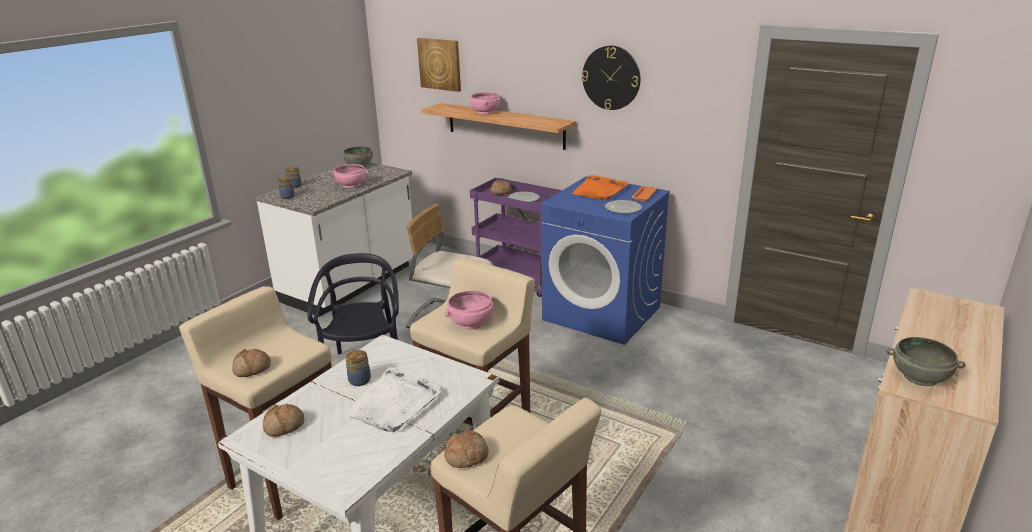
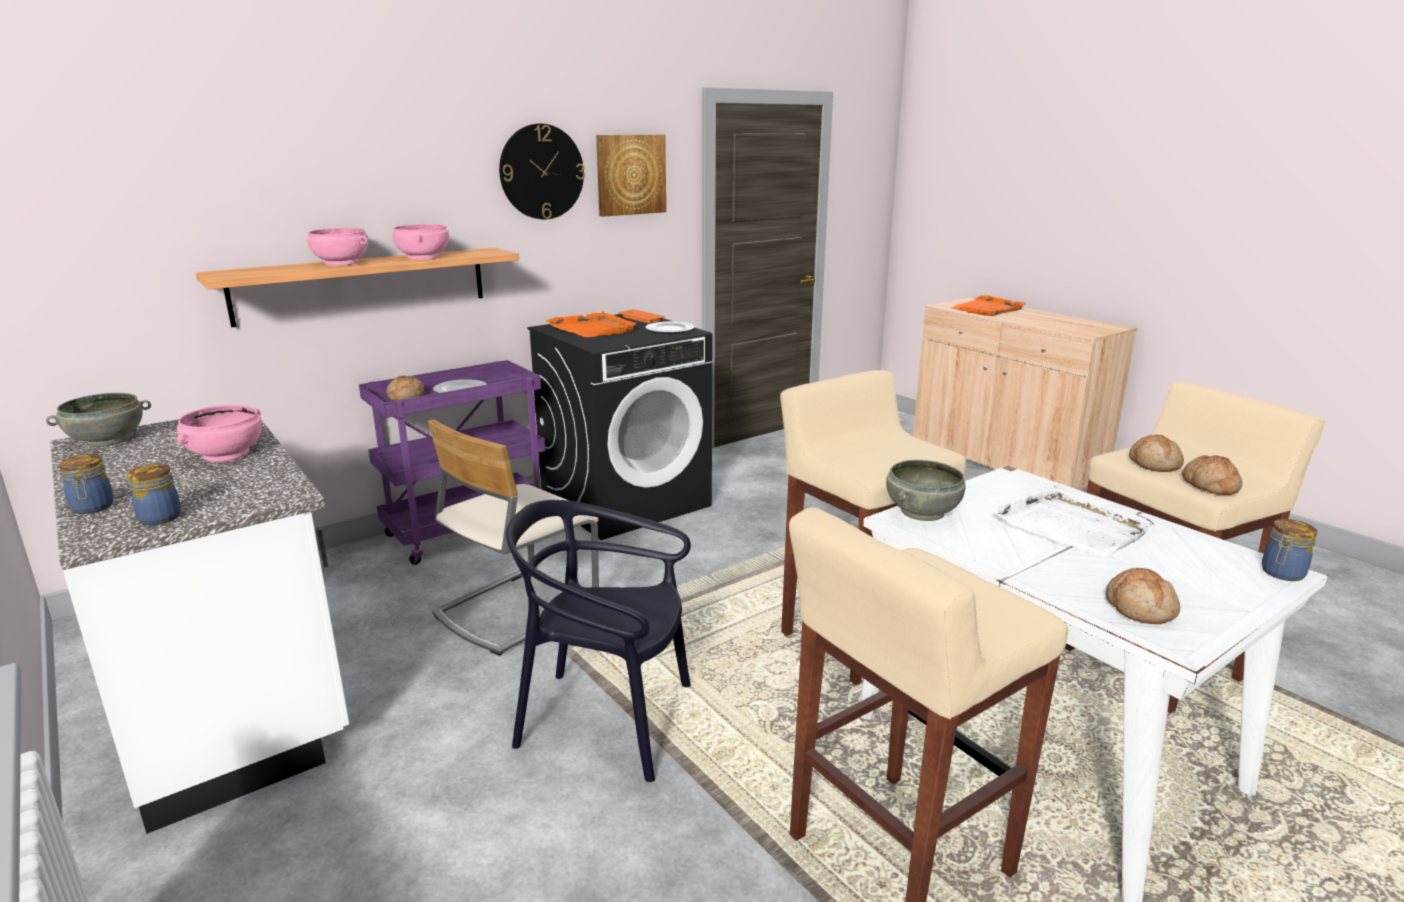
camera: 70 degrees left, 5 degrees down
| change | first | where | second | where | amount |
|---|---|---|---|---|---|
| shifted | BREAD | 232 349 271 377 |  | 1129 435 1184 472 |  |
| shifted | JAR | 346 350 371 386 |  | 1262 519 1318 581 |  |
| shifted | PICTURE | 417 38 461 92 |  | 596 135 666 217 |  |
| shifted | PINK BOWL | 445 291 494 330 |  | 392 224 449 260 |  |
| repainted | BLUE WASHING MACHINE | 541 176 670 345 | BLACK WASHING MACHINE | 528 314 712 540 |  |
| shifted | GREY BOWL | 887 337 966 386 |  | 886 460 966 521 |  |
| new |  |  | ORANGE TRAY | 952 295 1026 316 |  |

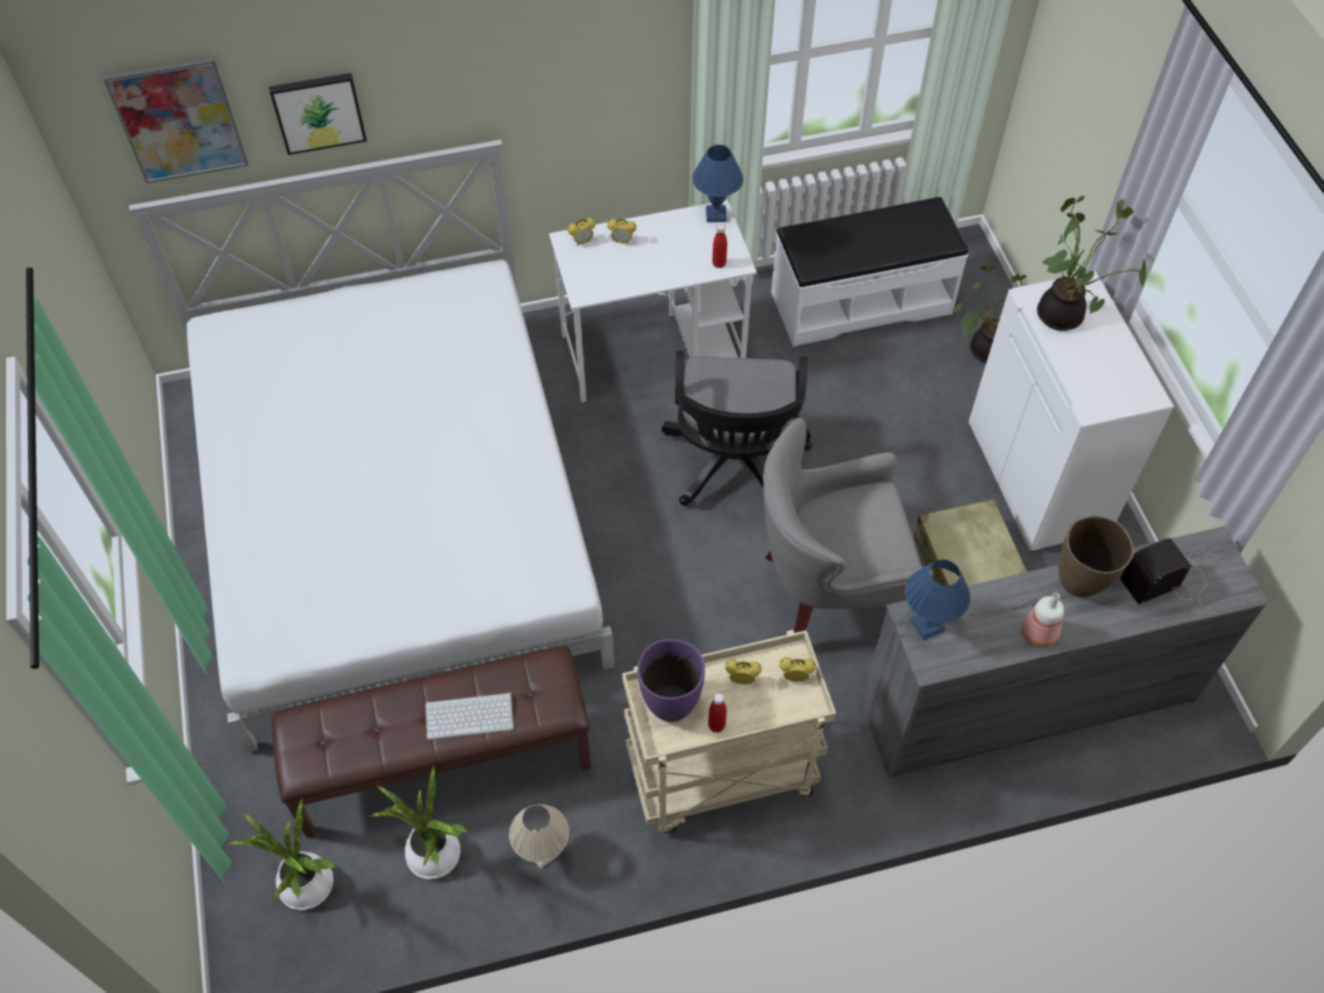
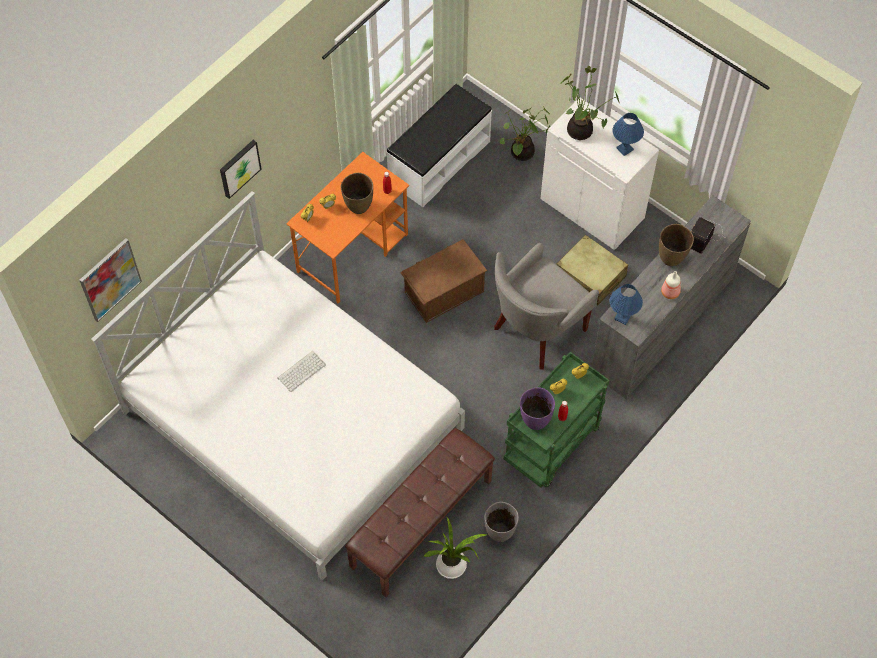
camera: 35 degrees left, 5 degrees up
| change | first | where | second | where | amount |
|---|---|---|---|---|---|
| gone | POTTED PLANT | 228 799 336 910 |  |  |  |
| shifted | PICTURE | 269 73 367 155 |  | 220 140 261 199 |  |
| shifted | KEYBOARD | 425 693 514 739 |  | 278 351 326 392 |  |
| swapped | BEIGE TABLE LAMP | 509 804 569 869 | GREY VASE | 485 502 519 542 |  |
| repainted | WHITE DESK | 549 200 757 402 | ORANGE DESK | 286 152 409 303 |  |
| repainted | BEIGE CART | 622 630 836 833 | GREEN CART | 504 352 610 488 |  |
| swapped | BLACK OFFICE CHAIR | 661 351 812 506 | BROWN STORAGE BOX | 400 239 487 323 |  |
| shifted | BLUE TABLE LAMP | 692 145 743 222 |  | 612 113 644 156 |  |
| new |  |  | BROWN VASE | 341 173 373 214 |  |

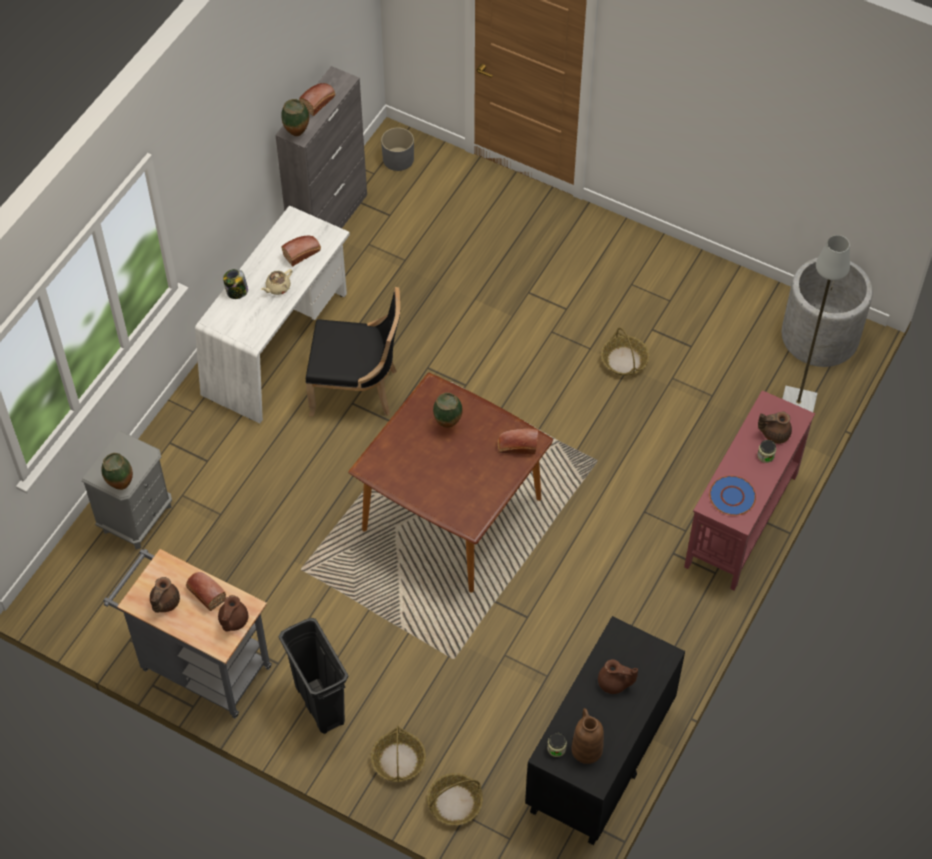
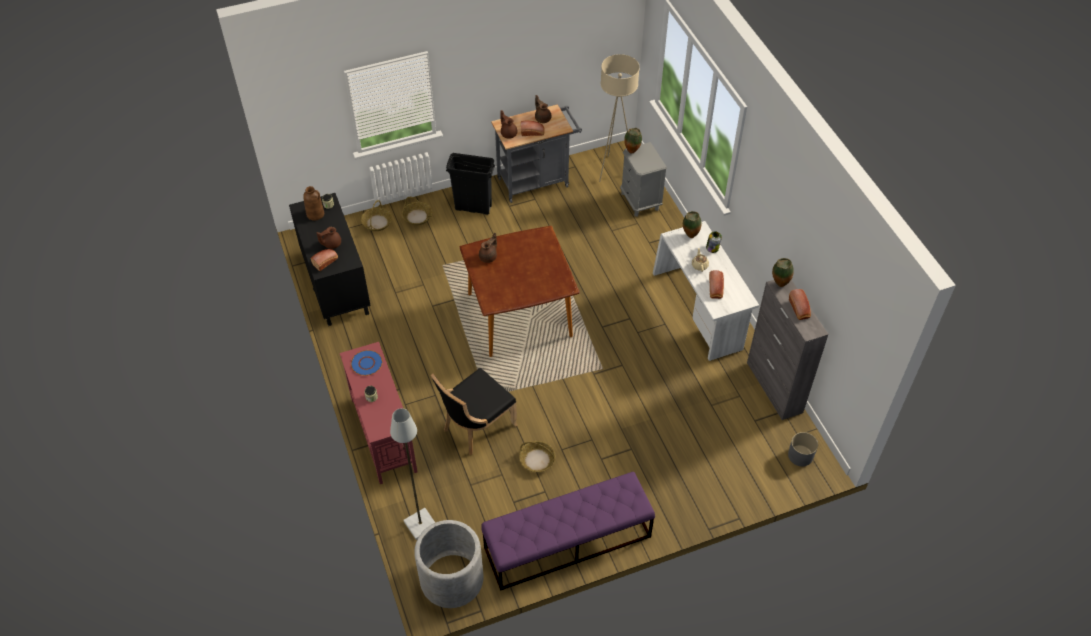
camera: 130 degrees right, 5 degrees down
| change | first | where | second | where | amount |
|---|---|---|---|---|---|
| shifted | BLACK CHAIR | 306 287 400 416 |  | 431 368 517 455 |  |
| shifted | VASE | 433 393 463 428 |  | 683 211 702 238 |  |
| shifted | BREAD | 498 429 538 454 |  | 310 249 338 271 |  |
| shifted | BROWN TEAPOT | 758 411 792 444 |  | 479 233 497 263 |  |
| new |  |  | PURPLE BENCH | 481 472 655 591 |  |
| new |  |  | BEIGE FLOOR LAMP | 599 54 640 182 |  |

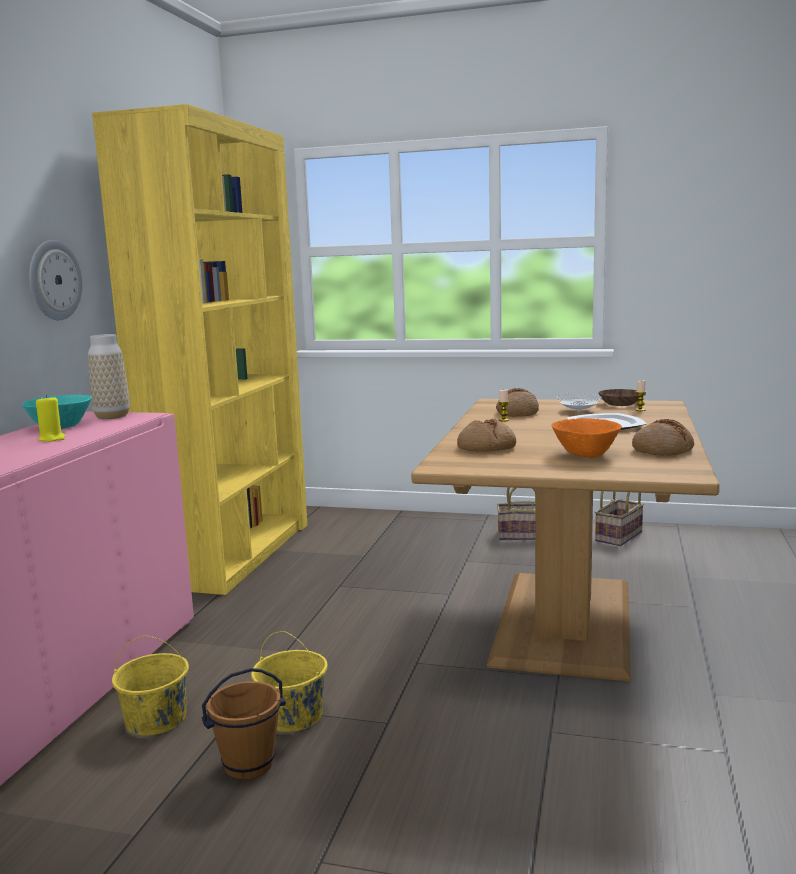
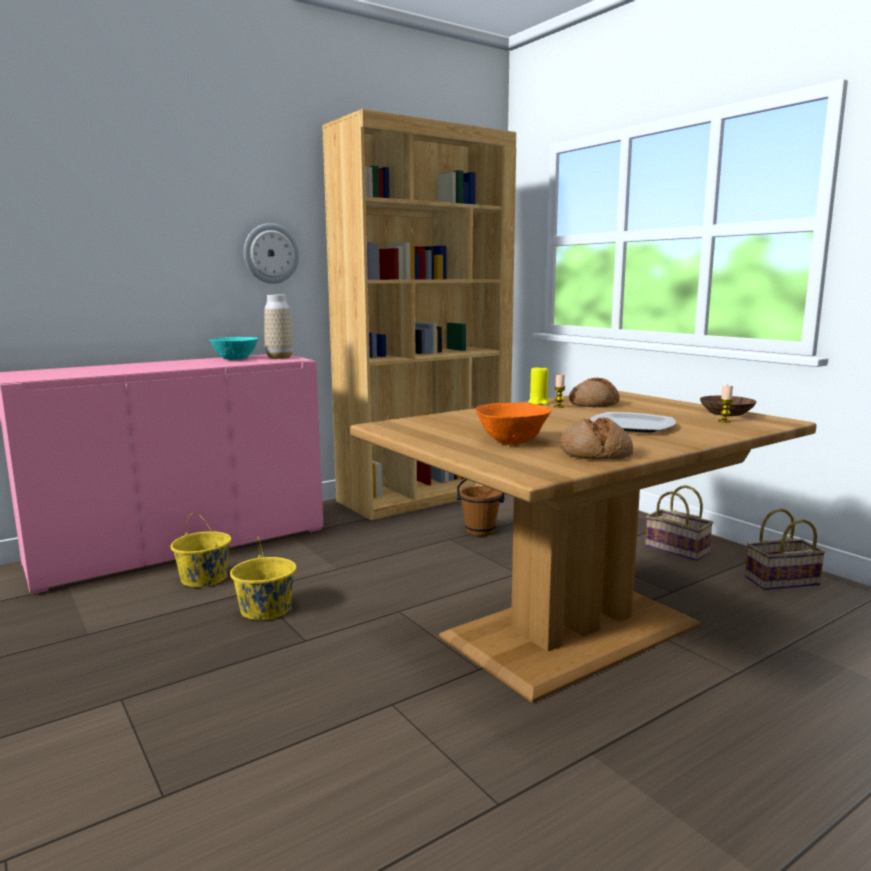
camera: 40 degrees right, 0 degrees up
| change | first | where | second | where | amount |
|---|---|---|---|---|---|
| shifted | YELLOW CANDLE | 36 395 65 442 |  | 528 365 550 405 |  |
| repainted | YELLOW BOOKCASE | 92 104 308 595 | BROWN BOOKCASE | 322 109 516 520 |  |
| shifted | BROWN BUCKET | 202 668 286 780 |  | 457 479 505 536 |  |
| gone | BREAD | 457 419 516 452 |  |  |  |
| gone | WHITE PLATE | 557 393 601 411 |  |  |  |

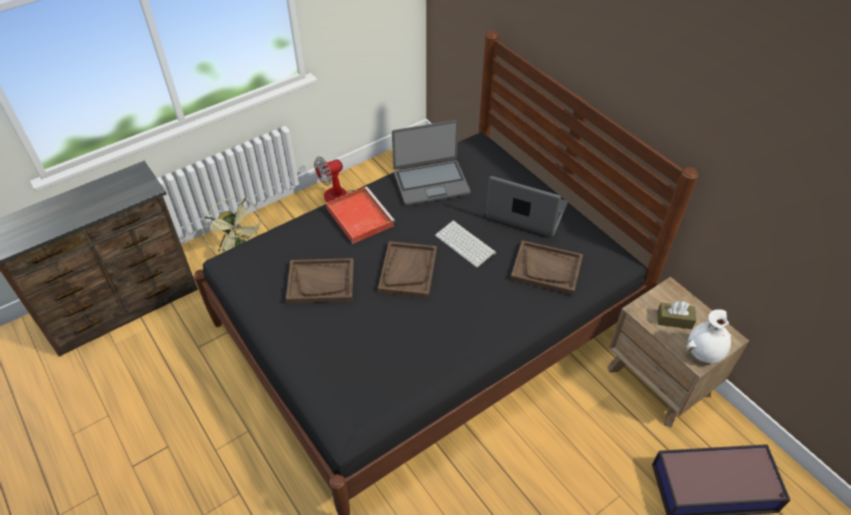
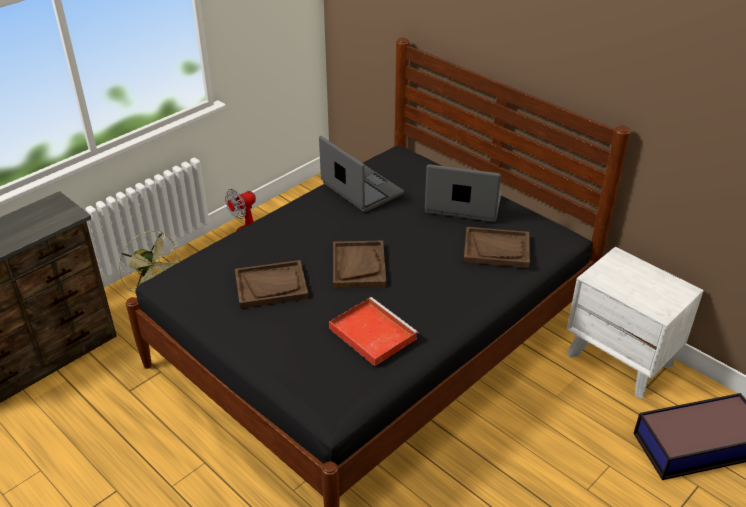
camera: 10 degrees left, 10 degrees down
| change | first | where | second | where | amount |
|---|---|---|---|---|---|
| shifted | RED TRAY | 326 187 395 244 |  | 329 297 418 366 |  |
| rotated | LAPTOP | 392 120 471 206 |  | 319 136 404 212 | 105 degrees counterclockwise |
| gone | KEYBOARD | 435 220 496 267 |  |  |  |
| repainted | BROWN NIGHTSTAND | 608 277 749 428 | WHITE NIGHTSTAND | 567 247 704 398 |  |
| gone | BROWN TISSUE BOX | 657 301 696 329 |  |  |  |
| gone | WHITE VASE | 686 309 731 363 |  |  |  |

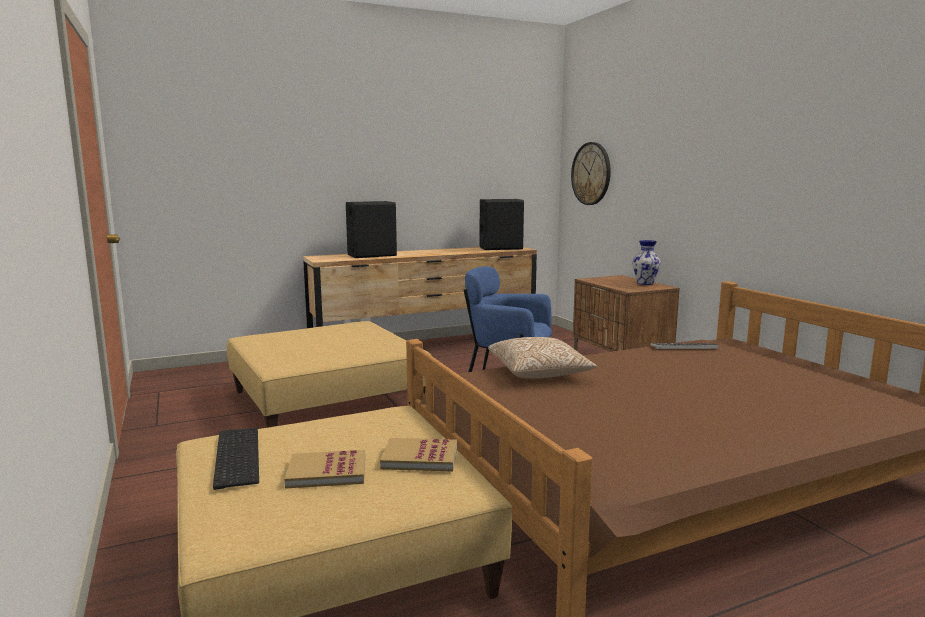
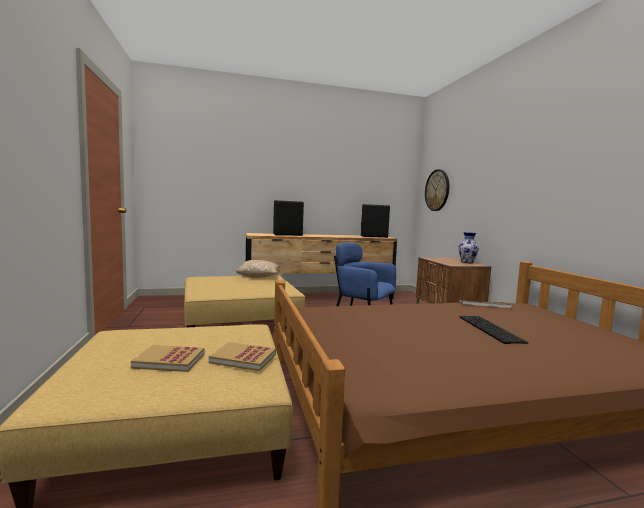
camera: 10 degrees right, 5 degrees down
| change | first | where | second | where | amount |
|---|---|---|---|---|---|
| shifted | KEYBOARD | 213 428 259 490 |  | 459 316 528 344 |  |
| shifted | PILLOW | 488 337 597 379 |  | 236 260 280 278 |  |

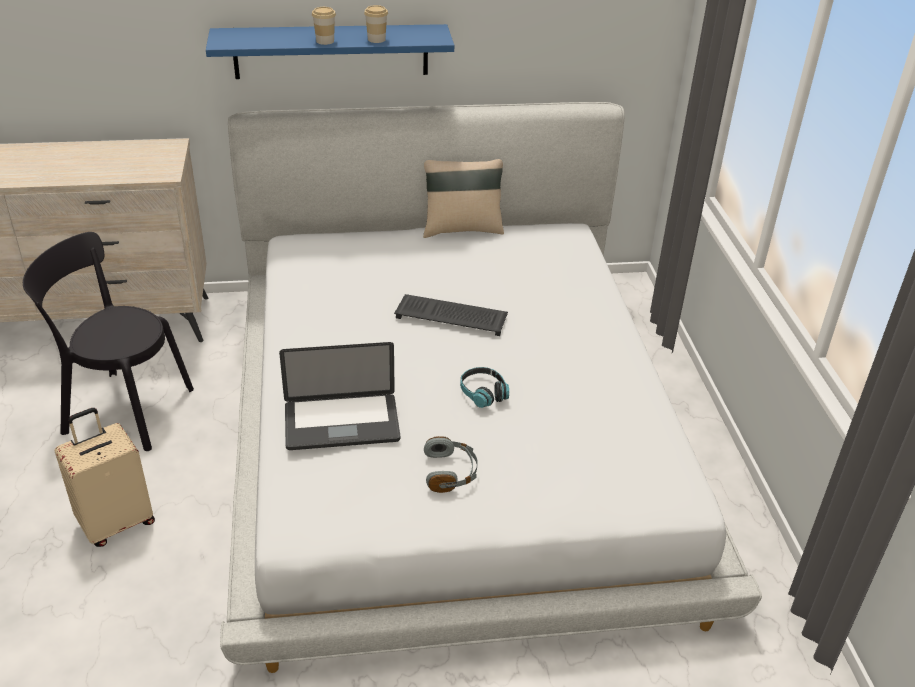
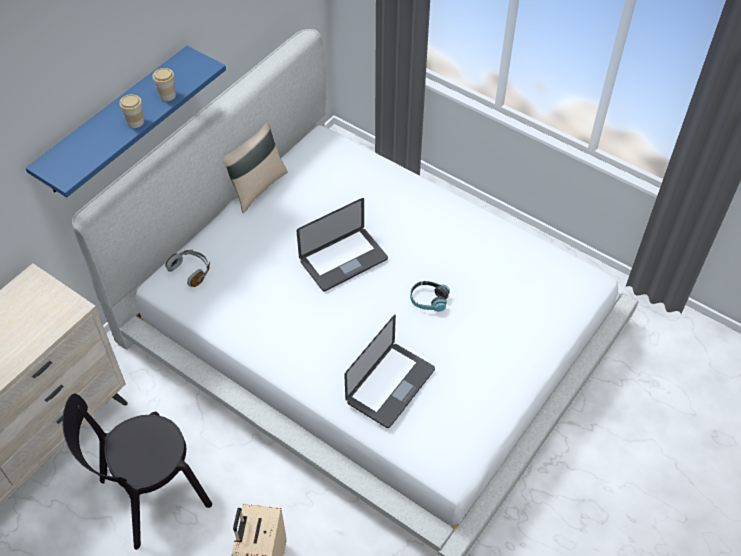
camera: 45 degrees left, 15 degrees up
| change | first | where | second | where | amount |
|---|---|---|---|---|---|
| swapped | KEYBOARD | 394 294 508 336 | LAPTOP | 296 198 388 291 |  |
| shifted | GREY HEADPHONES | 424 436 478 493 |  | 165 250 210 287 |  |

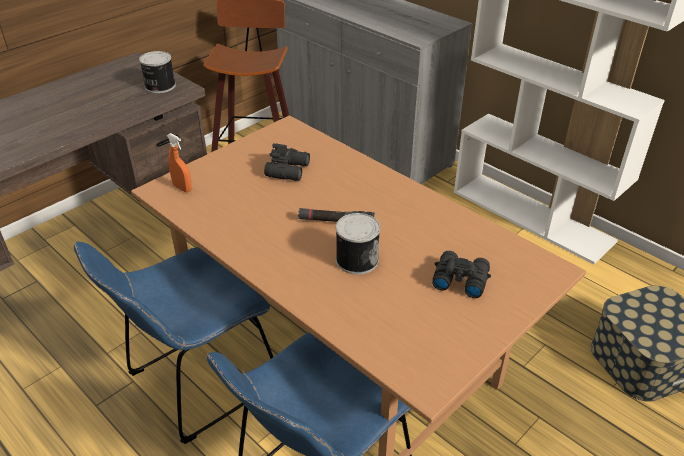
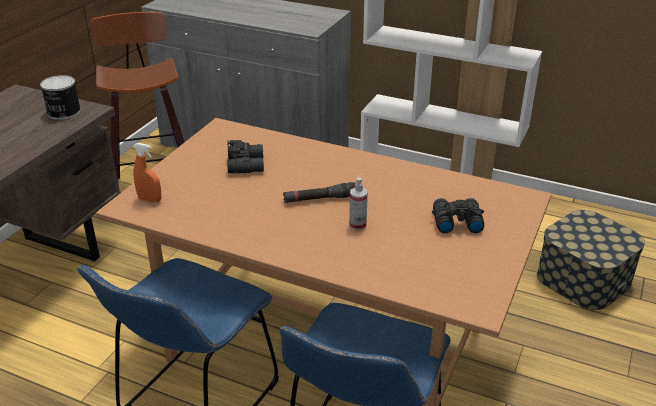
camera: 20 degrees left, 5 degrees down
| change | first | where | second | where | amount |
|---|---|---|---|---|---|
| swapped | CAN | 336 213 380 275 | SPRAY BOTTLE | 349 177 368 230 |  |

